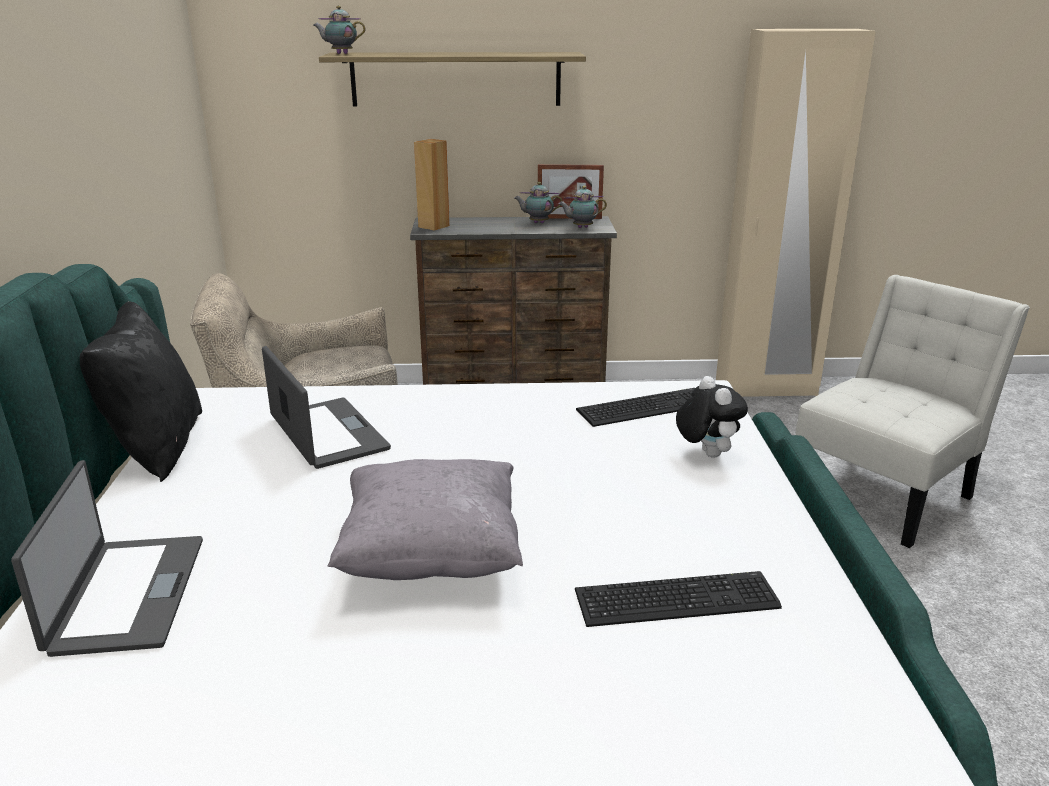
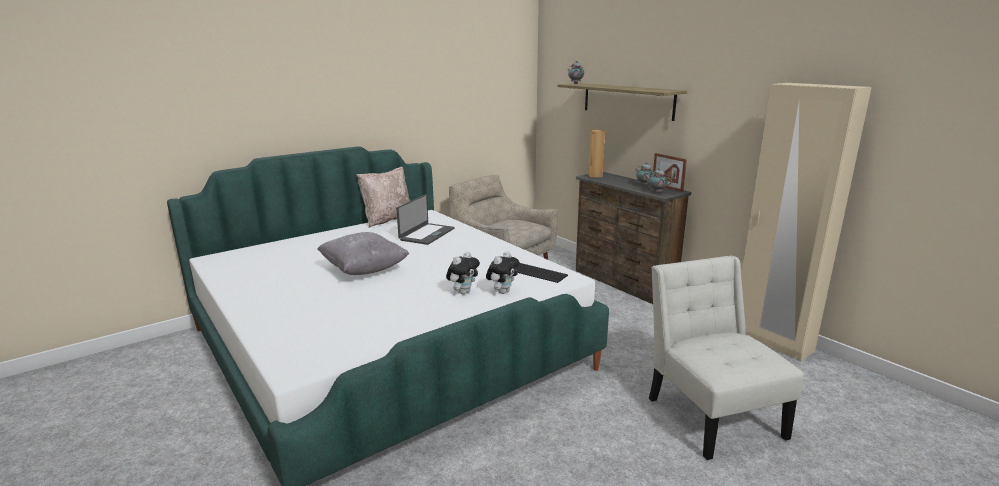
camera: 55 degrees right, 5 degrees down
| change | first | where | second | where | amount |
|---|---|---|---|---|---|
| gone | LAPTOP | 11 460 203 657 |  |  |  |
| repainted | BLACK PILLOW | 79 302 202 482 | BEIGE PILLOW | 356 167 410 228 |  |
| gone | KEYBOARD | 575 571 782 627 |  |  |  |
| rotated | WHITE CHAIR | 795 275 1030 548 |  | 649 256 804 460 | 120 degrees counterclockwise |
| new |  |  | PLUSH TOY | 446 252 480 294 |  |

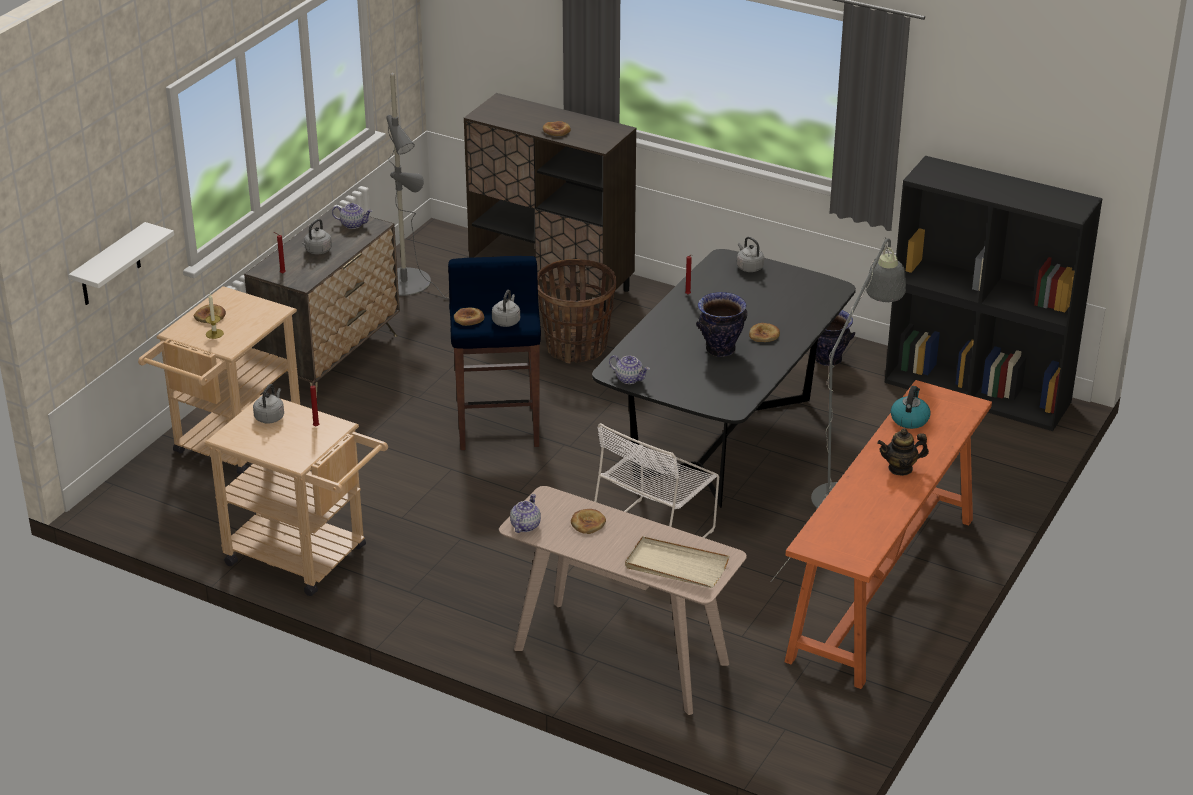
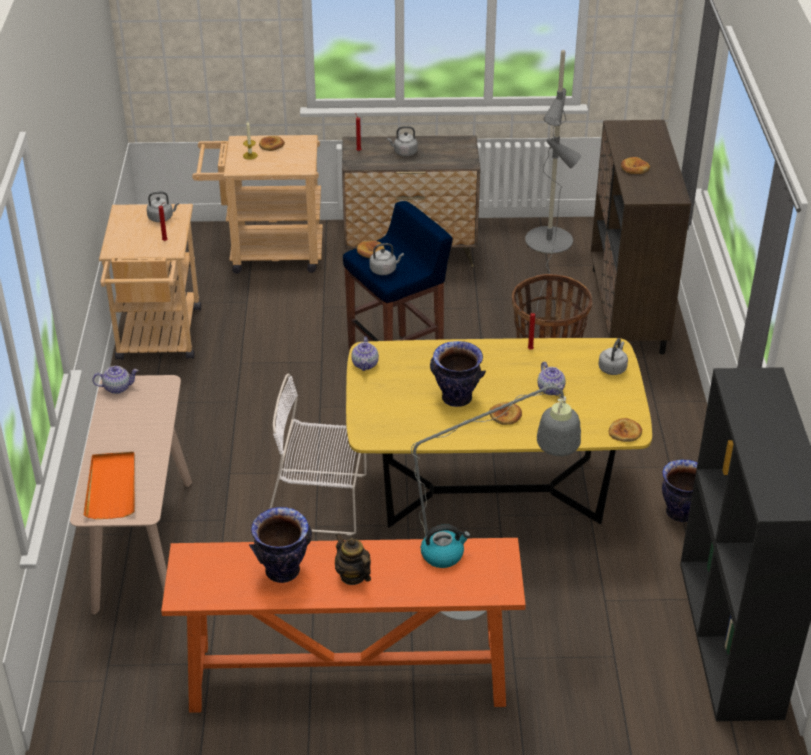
camera: 60 degrees right, 5 degrees up
| change | first | where | second | where | amount |
|---|---|---|---|---|---|
| gone | WHITE SHELF | 69 222 174 305 |  |  |  |
| shifted | TEAPOT | 332 203 372 229 |  | 538 362 565 396 |  |
| shifted | BREAD | 571 509 606 534 |  | 609 418 642 442 |  |
| repainted | BLACK DINING TABLE | 592 249 856 508 | YELLOW DINING TABLE | 346 338 652 528 |  |
| repainted | BEIGE TRAY | 625 536 729 588 | ORANGE TRAY | 83 452 135 519 |  |
| new |  |  | VASE | 249 507 312 583 |  |

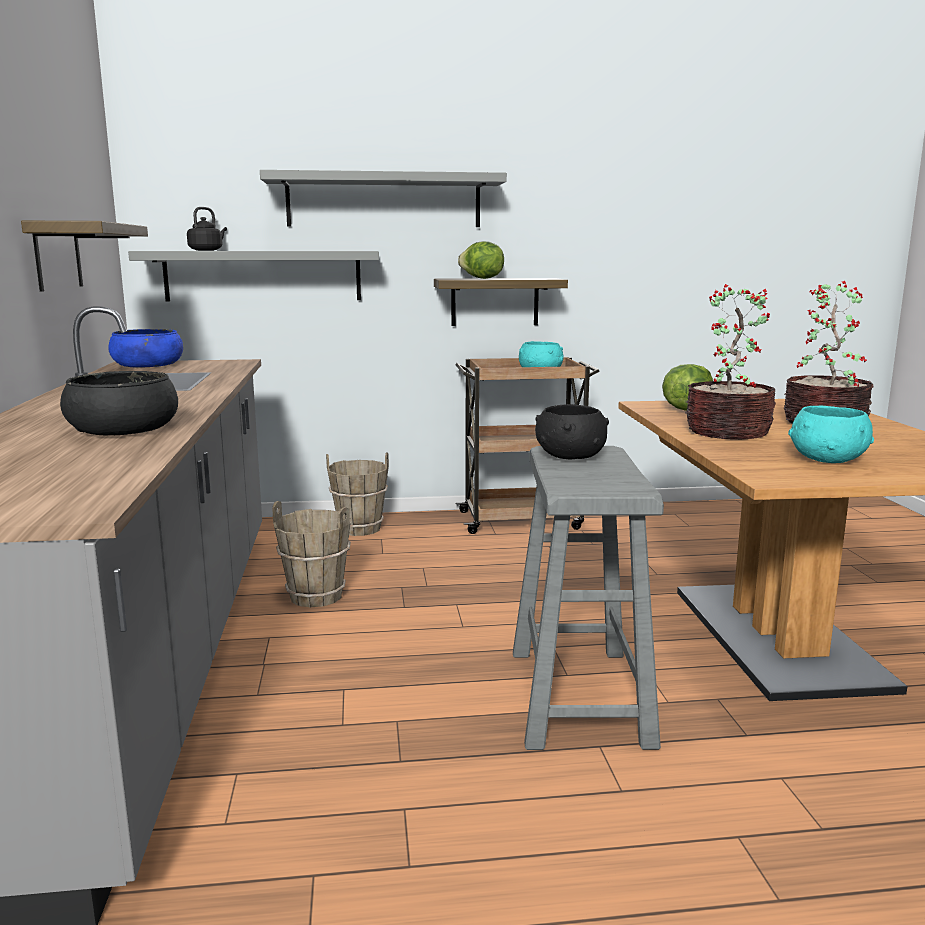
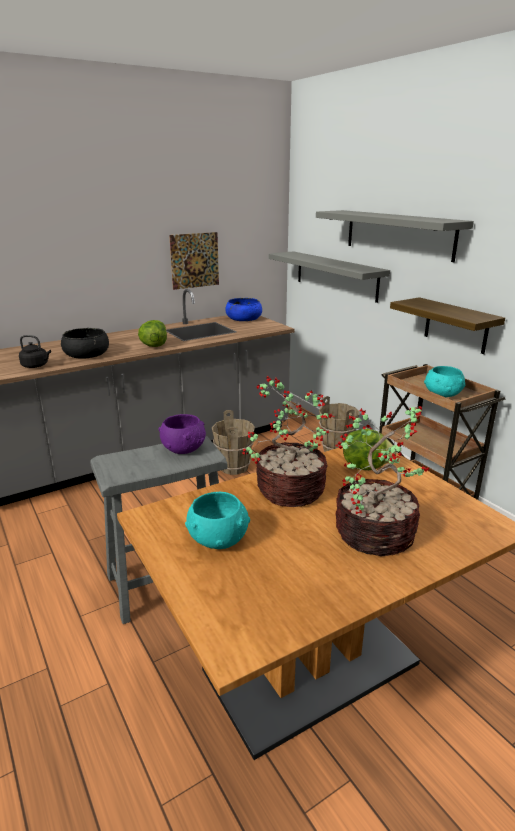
camera: 65 degrees right, 10 degrees up
| change | first | where | second | where | amount |
|---|---|---|---|---|---|
| swapped | SHELF | 21 221 148 292 | PICTURE | 169 232 219 290 |  |
| shifted | BLACK KETTLE | 187 207 227 251 |  | 19 335 51 368 |  |
| shifted | LETTUCE | 458 241 504 279 |  | 138 320 167 347 |  |
| repainted | BLACK BOWL | 535 404 609 459 | PURPLE BOWL | 158 414 206 454 |  |

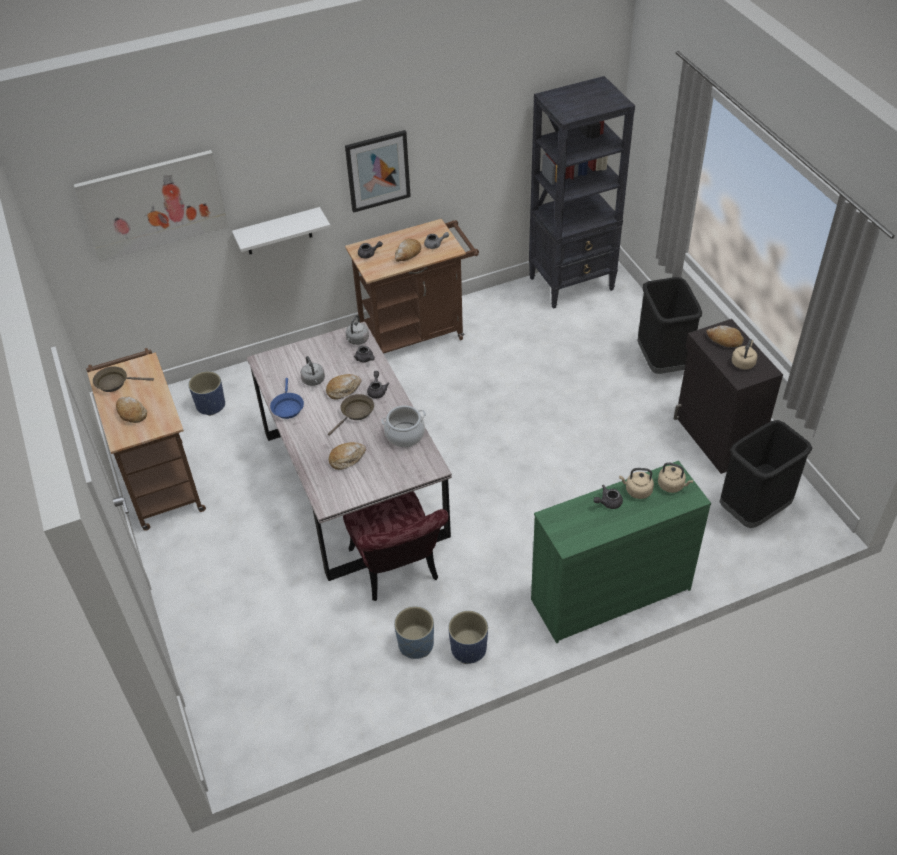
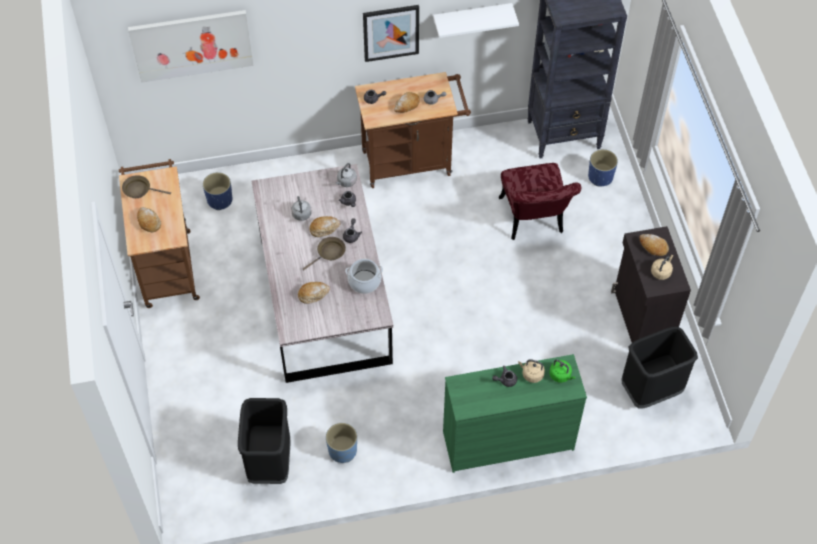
camera: 10 degrees right, 10 degrees up
| change | first | where | second | where | amount |
|---|---|---|---|---|---|
| shifted | WHITE SHELF | 232 207 331 254 |  | 433 3 519 38 |  |
| gone | BLUE FRYING PAN | 270 378 304 419 |  |  |  |
| shifted | RED CHAIR | 343 491 449 601 |  | 499 163 581 240 |  |
| shifted | BLUE PLANTER | 448 611 488 664 |  | 588 149 618 186 |  |
| shifted | BLACK TRASH CAN | 637 277 702 374 |  | 238 398 291 484 |  |
| repainted | BEIGE KETTLE | 658 462 693 493 | GREEN KETTLE | 549 360 575 383 |  |

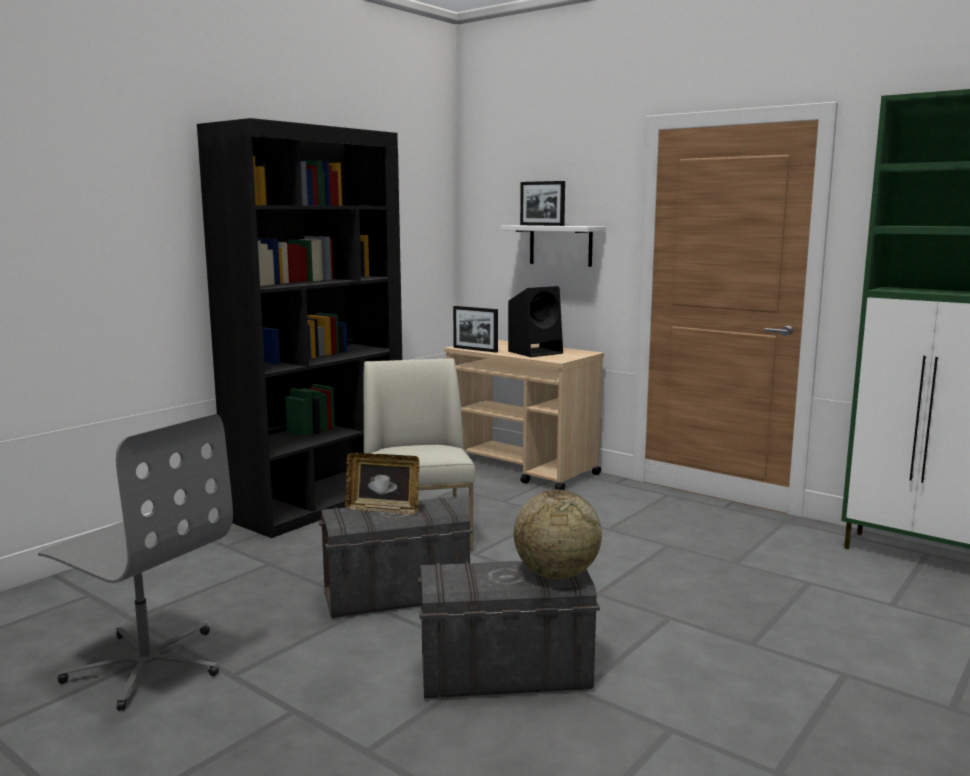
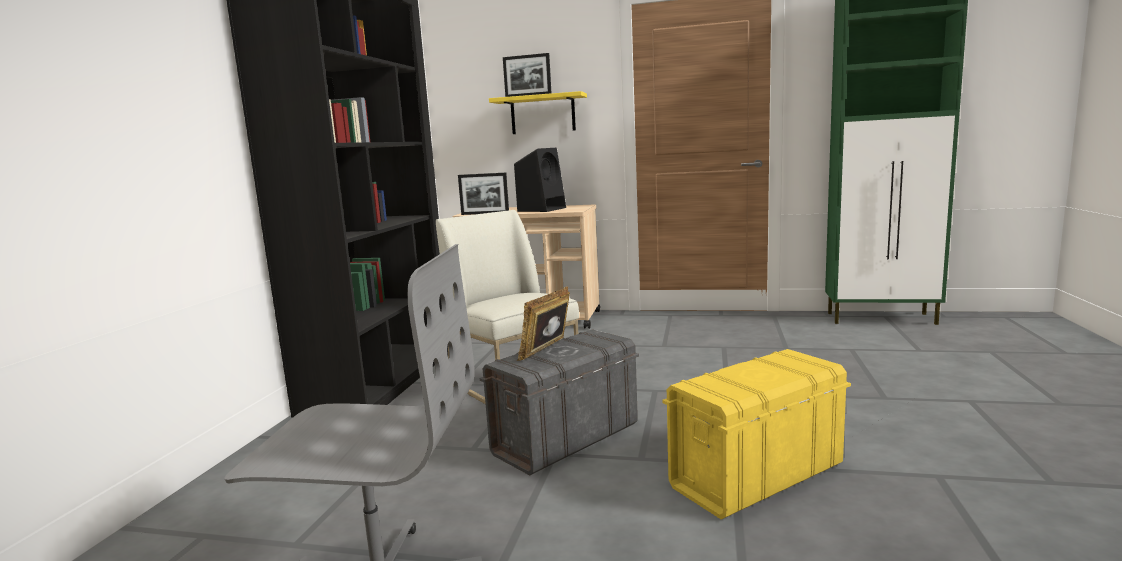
camera: 25 degrees left, 0 degrees up
| change | first | where | second | where | amount |
|---|---|---|---|---|---|
| rotated | PICTURE FRAME | 345 453 419 515 |  | 517 286 570 361 | 135 degrees clockwise |
| repainted | GREY STORAGE BOX | 418 561 600 698 | YELLOW STORAGE BOX | 662 349 851 519 |  |
| repainted | WHITE SHELF | 500 225 606 267 | YELLOW SHELF | 489 91 587 134 |  |
| gone | GLOBE | 514 490 602 579 |  |  |  |

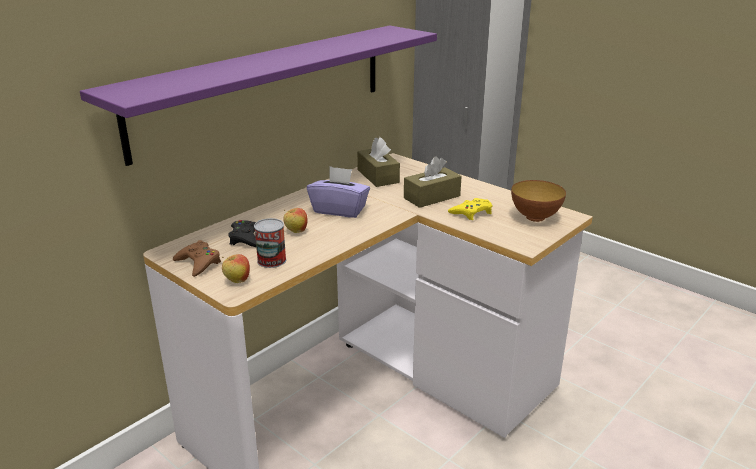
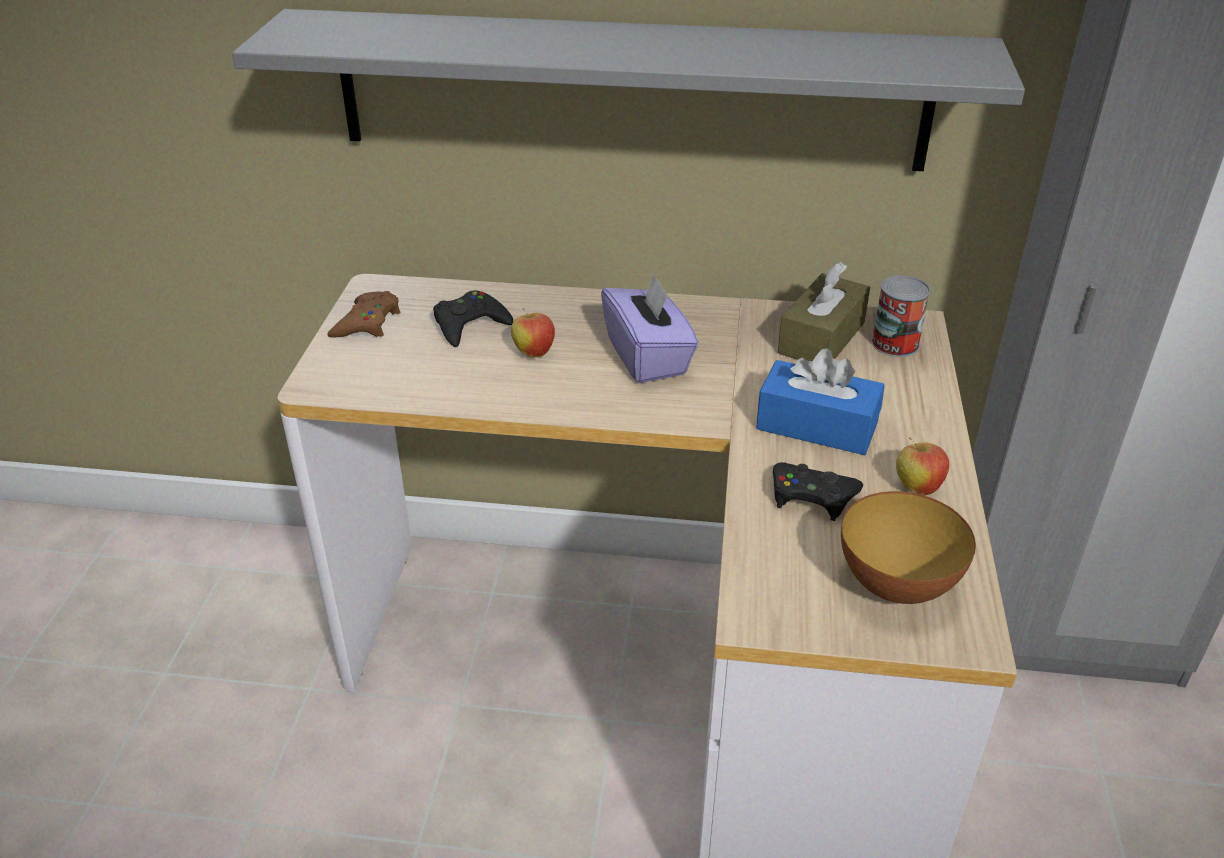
camera: 55 degrees right, 10 degrees up
| change | first | where | second | where | amount |
|---|---|---|---|---|---|
| repainted | PURPLE SHELF | 80 25 437 166 | GREY SHELF | 232 9 1025 171 |  |
| shifted | APPLE | 222 254 250 283 |  | 896 437 949 496 |  |
| shifted | CAN | 254 218 286 268 |  | 872 275 931 357 |  |
| repainted | BROWN TISSUE BOX | 404 156 462 208 | BLUE TISSUE BOX | 756 349 885 455 |  |
| repainted | YELLOW GAME CONTROLLER | 448 198 492 220 | BLACK GAME CONTROLLER | 773 462 863 521 |  |

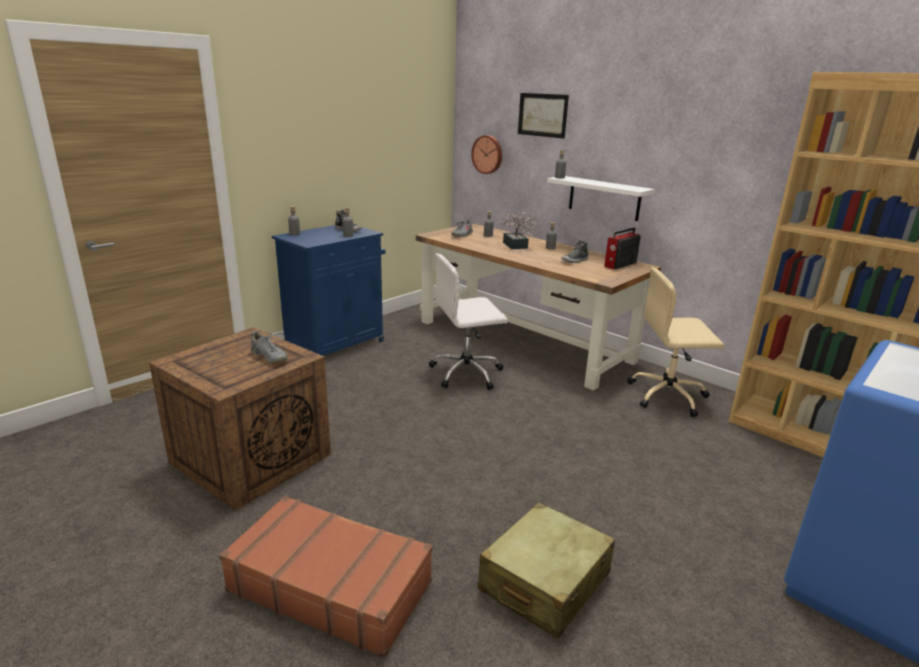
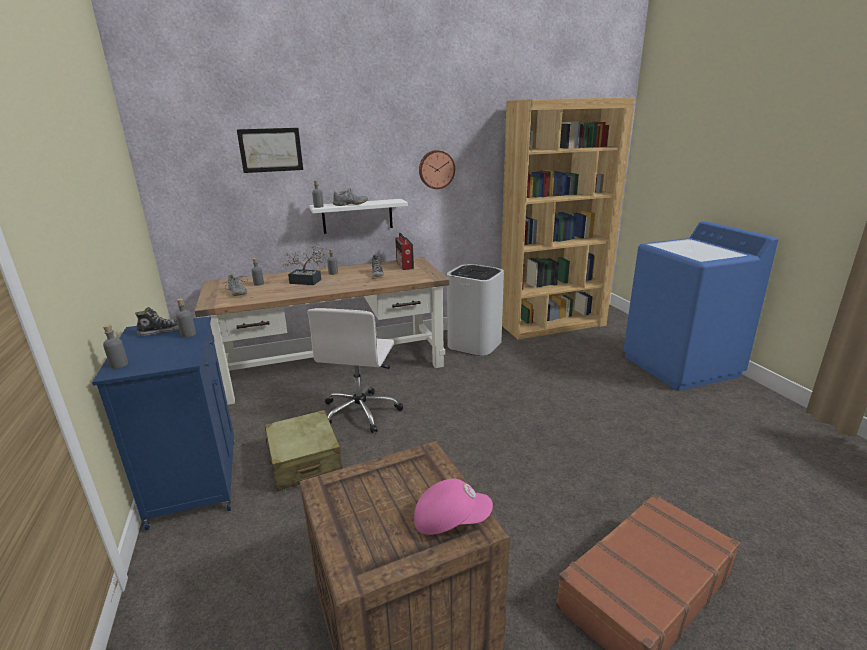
camera: 60 degrees left, 0 degrees up
| change | first | where | second | where | amount |
|---|---|---|---|---|---|
| shifted | GREY SHOE | 246 331 287 364 |  | 333 188 368 206 |  |
| shifted | WALL CLOCK | 471 135 502 174 |  | 419 150 455 189 |  |
| shifted | BEIGE SUITCASE | 478 502 615 639 |  | 265 410 343 491 |  |
| swapped | BEIGE OFFICE CHAIR | 627 267 724 417 | WHITE TRASH CAN | 447 264 504 356 |  |
| new |  |  | PINK CAP | 414 479 493 535 |  |

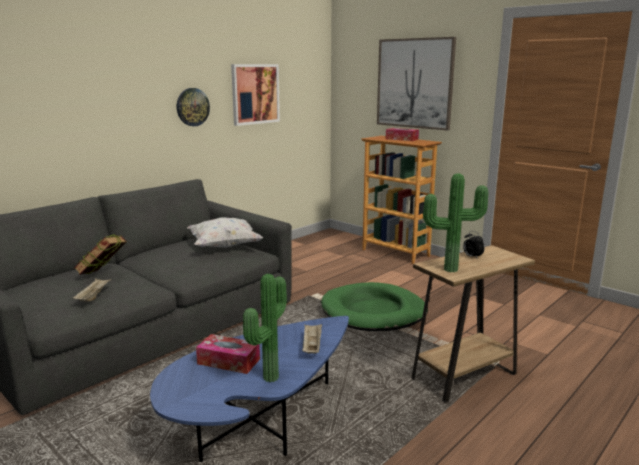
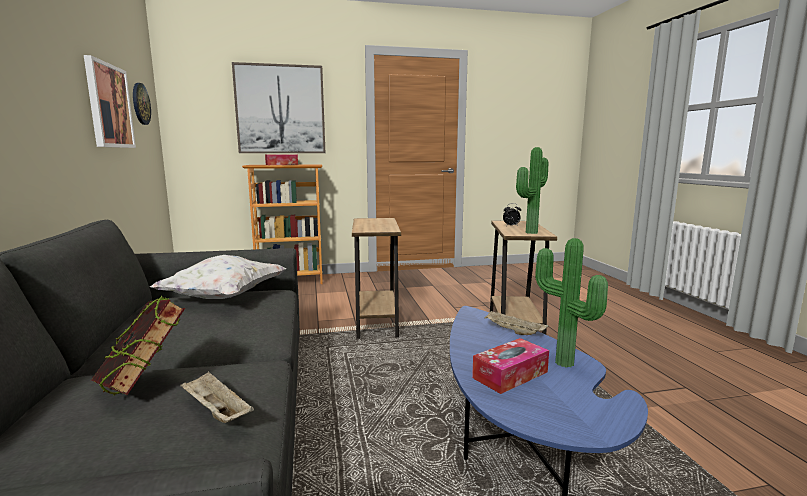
camera: 55 degrees left, 5 degrees down
| change | first | where | second | where | amount |
|---|---|---|---|---|---|
| shifted | WALL CLOCK | 177 88 210 126 |  | 133 83 151 125 |  |
| swapped | GREEN DOG BED | 321 282 428 331 | BROWN SIDE TABLE | 352 218 401 339 |  |

